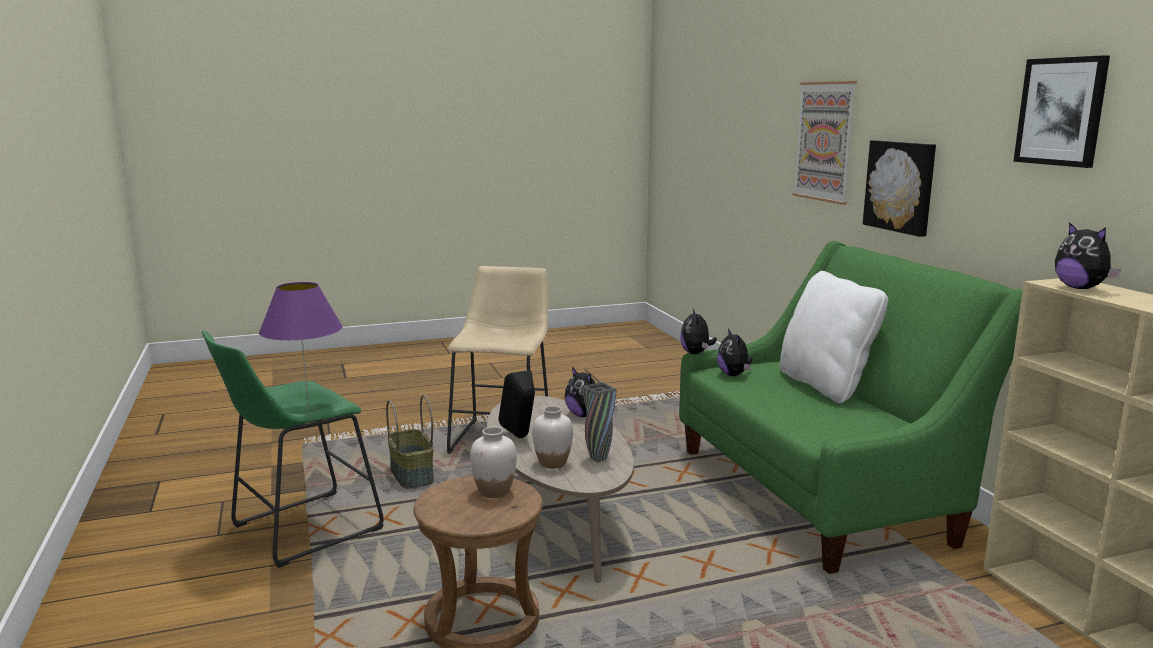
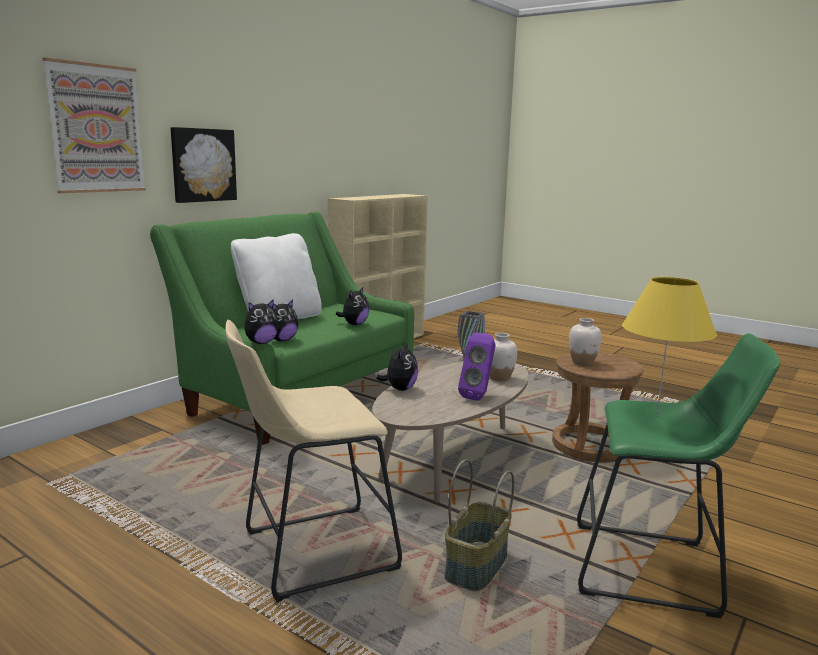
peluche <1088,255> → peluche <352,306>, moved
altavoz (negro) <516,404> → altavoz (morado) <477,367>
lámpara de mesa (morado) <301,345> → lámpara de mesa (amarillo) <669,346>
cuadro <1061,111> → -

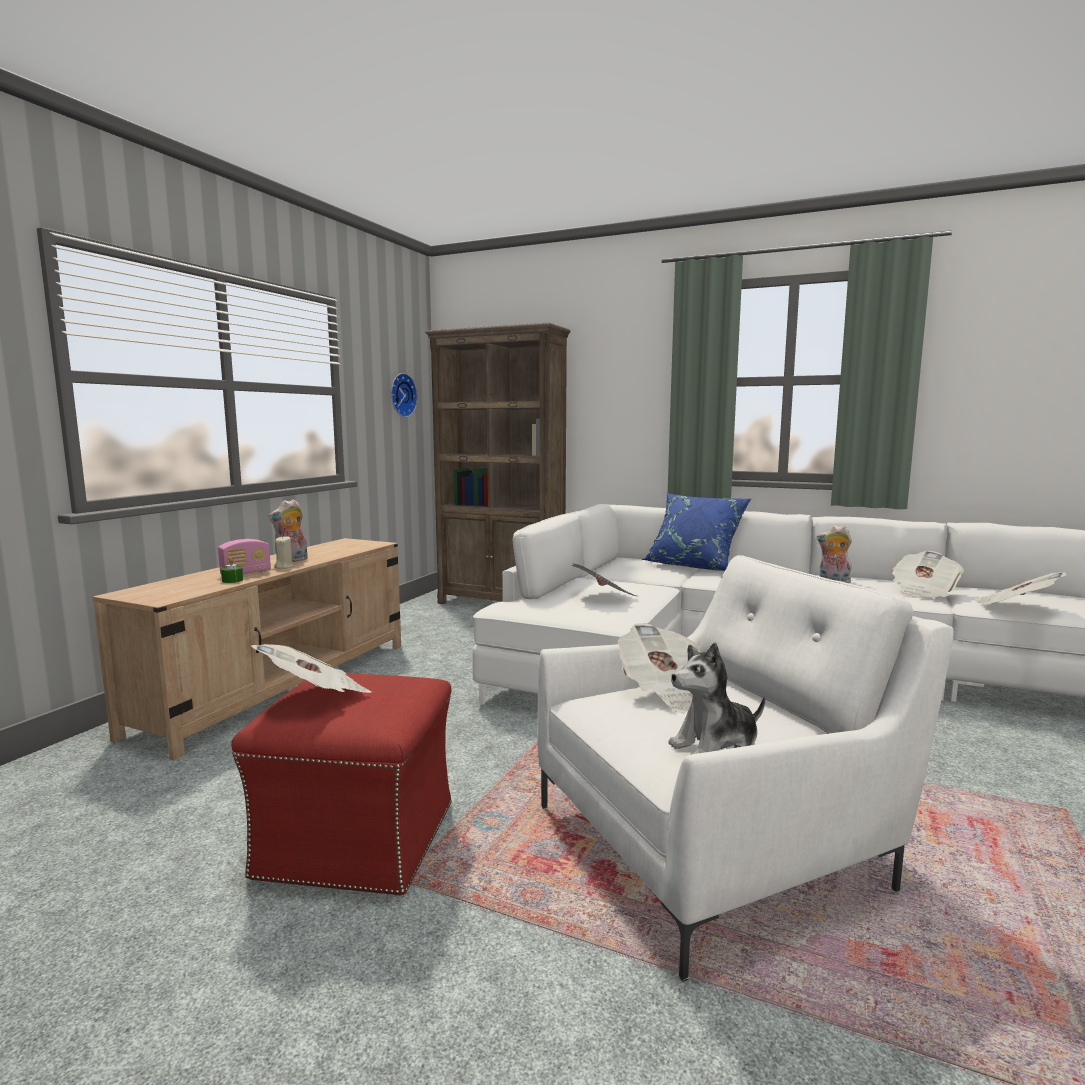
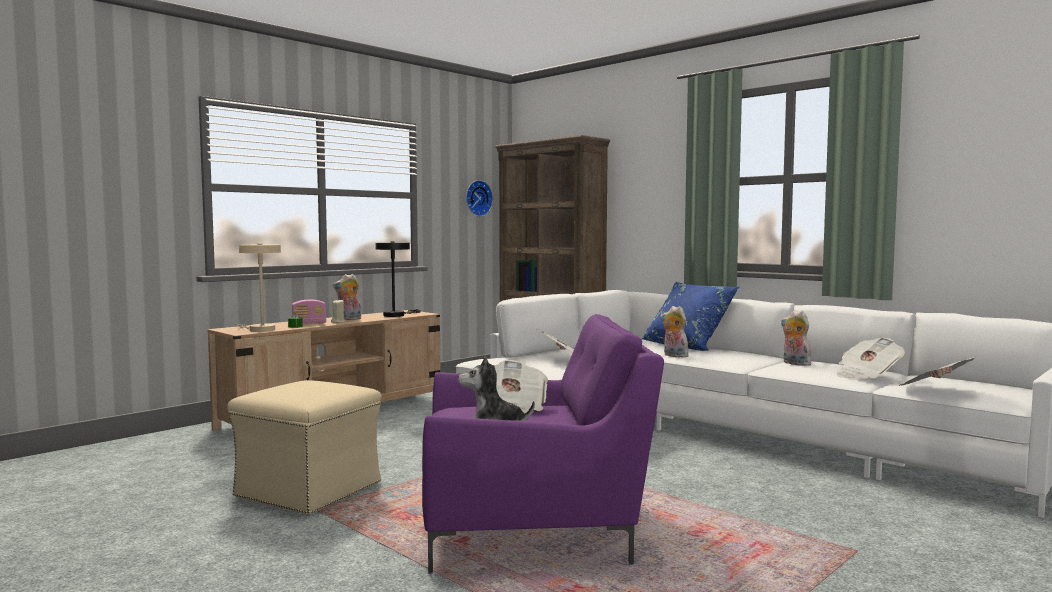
puf (rojo) <341,784> → puf (beis) <304,448>
- → lámpara de mesa (beis) <258,287>
- → lámpara de mesa (negro) <398,279>
sillón (blanco) <745,768> → sillón (morado) <543,443>
- → peluche <676,331>
periódico <311,668> → -

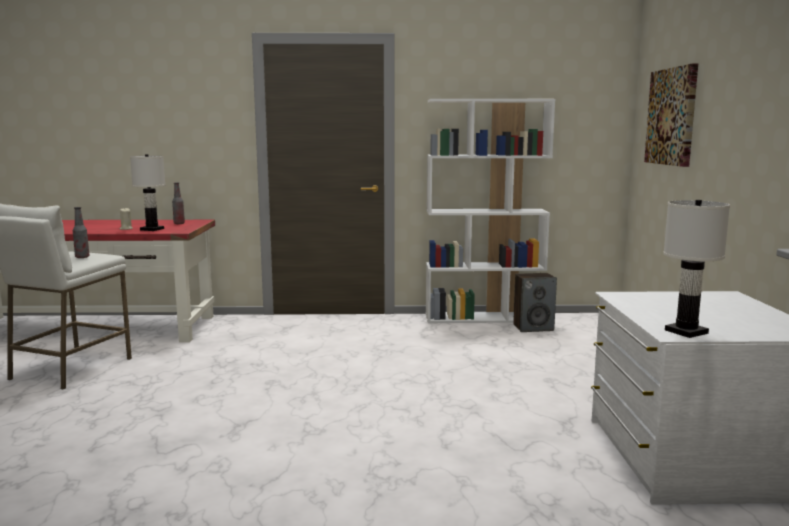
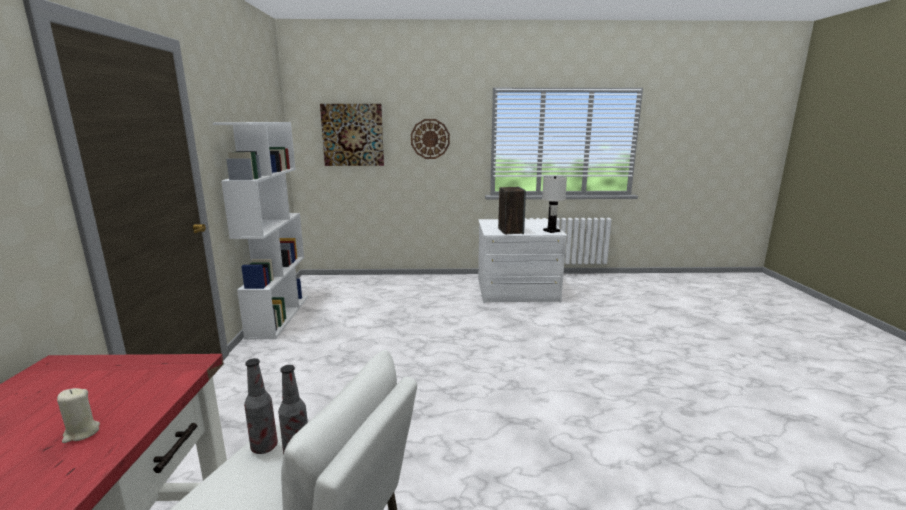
botella <178,203> → botella <261,406>, moved
- → reloj de pared <430,139>
altavoz <535,302> → altavoz <512,211>, moved
lámpara de mesa (blanco) <147,192> → -

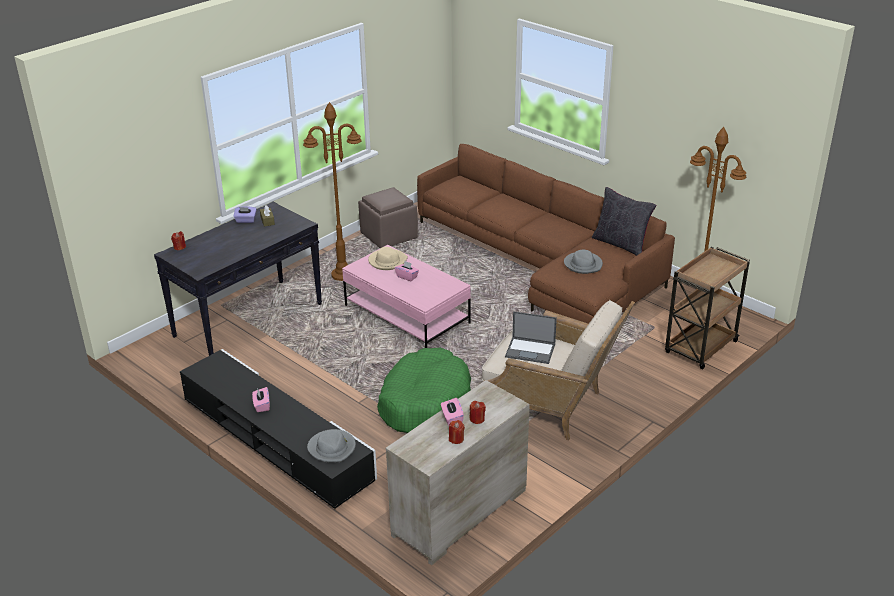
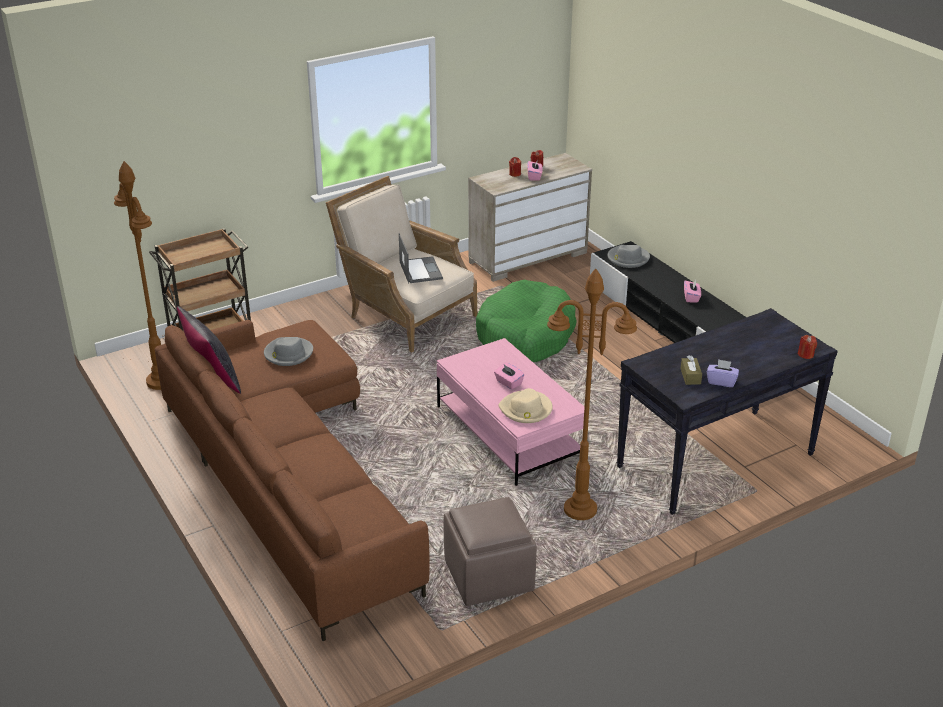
portátil <531,337> → portátil <421,258>, 45 degrees clockwise

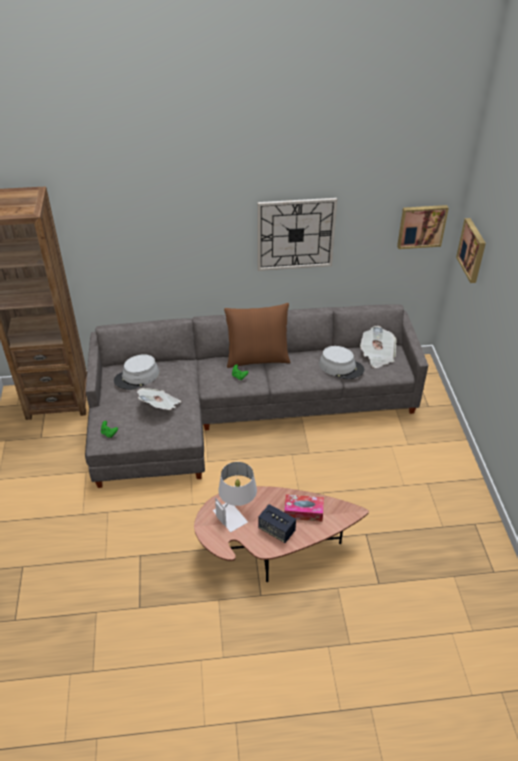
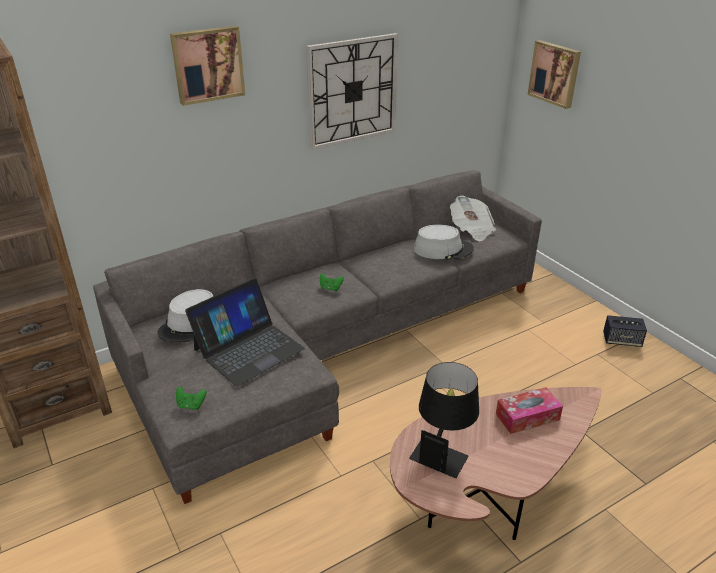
cuadro <423,227> → cuadro <207,66>, moved
periódico <159,399> → portátil <245,332>
lámpara de mesa (blanco) <235,497> → lámpara de mesa (negro) <444,420>
altavoz <277,523> → altavoz <625,331>, moved
cojín (marrón) <257,335> → -

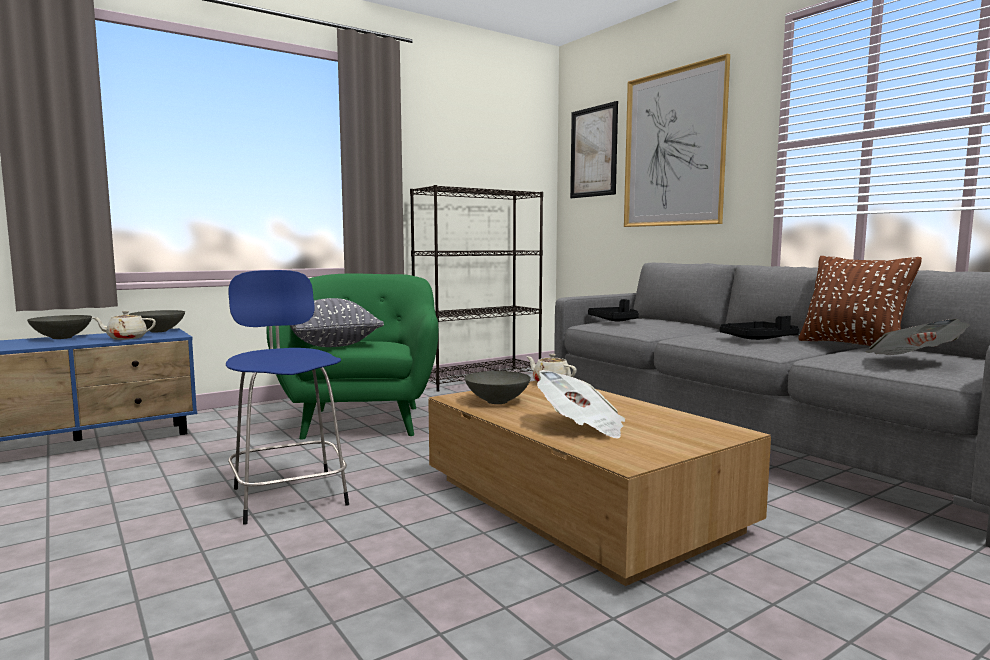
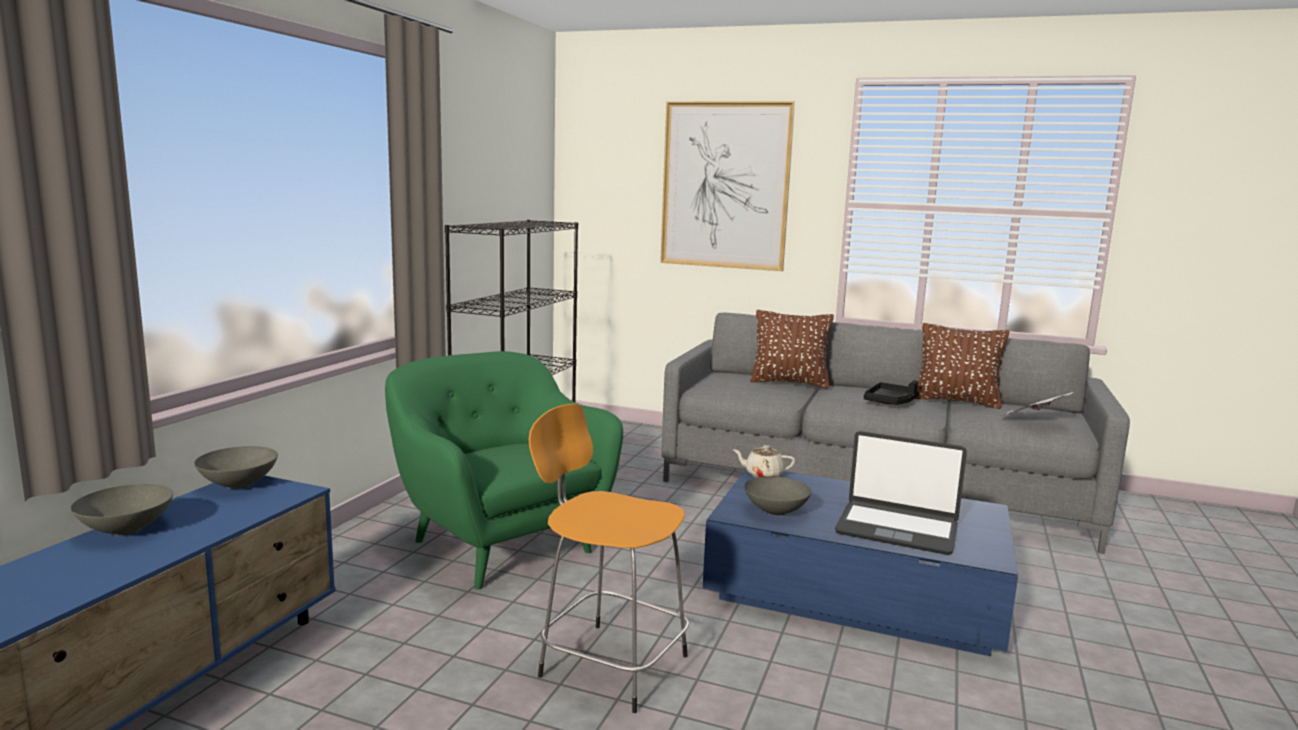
taburete (azul) <287,397> → taburete (naranja) <609,558>
mesa de centro (marrón) <599,483> → mesa de centro (azul) <860,562>
- → cojín (marrón) <792,349>
periódico <581,404> → portátil <901,493>
tetera (beis) <124,325> → -
cojín (gris) <337,322> → -
cuadro <594,149> → -
bandeja (negro) <613,310> → -

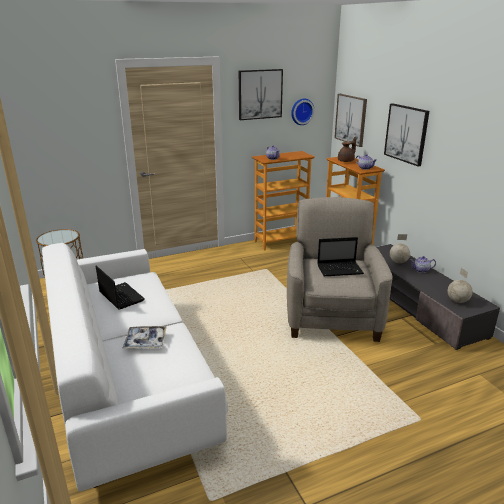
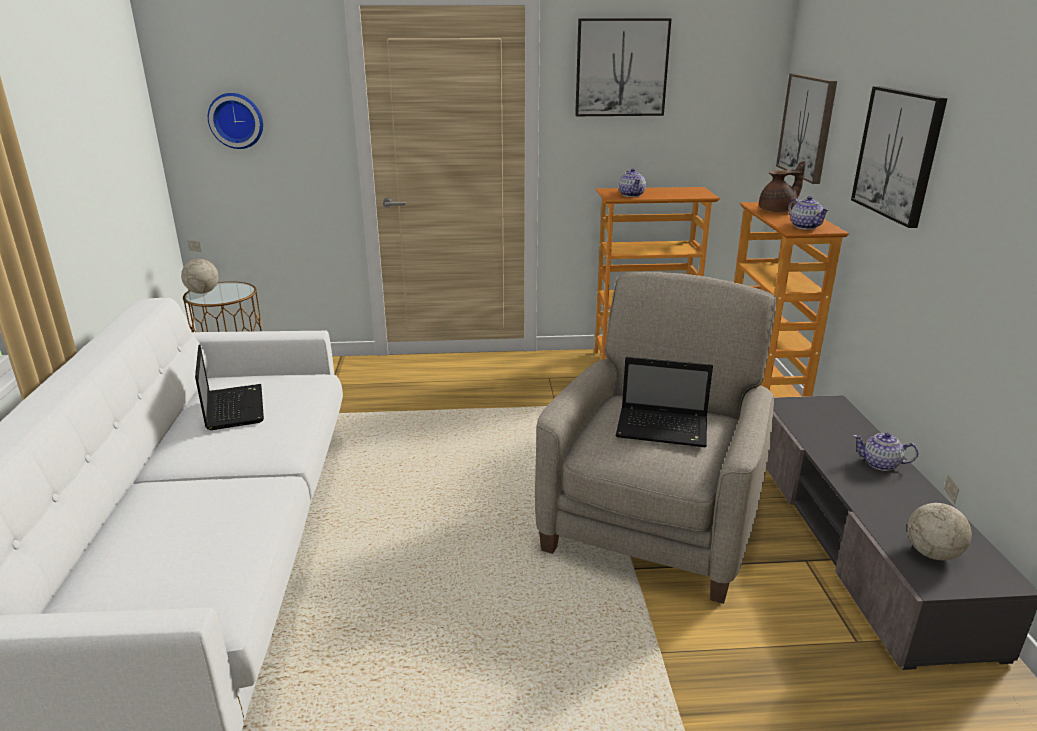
globo terráqueo <400,248> → globo terráqueo <200,267>, moved
reloj de pared <302,112> → reloj de pared <235,121>, moved
bandeja <145,337> → -

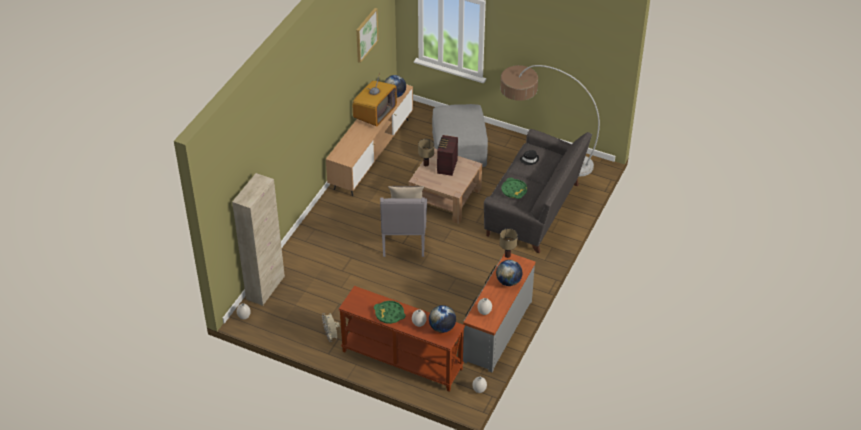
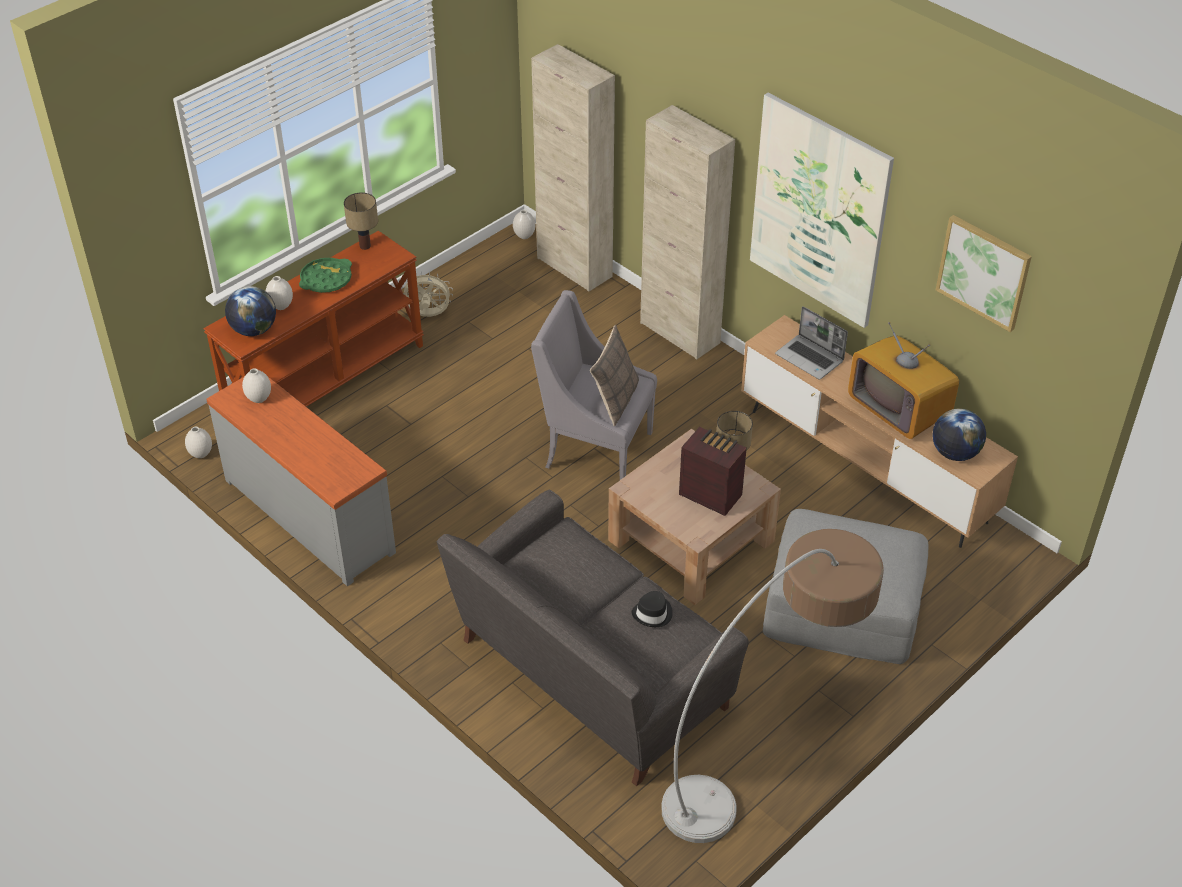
lámpara de mesa <509,243> → lámpara de mesa <361,221>, moved
- → armario (beis) <687,232>
- → cuadro <822,210>
- → portátil <811,343>
globo terráqueo <509,273> → -
bandeja (verde) <514,188> → -

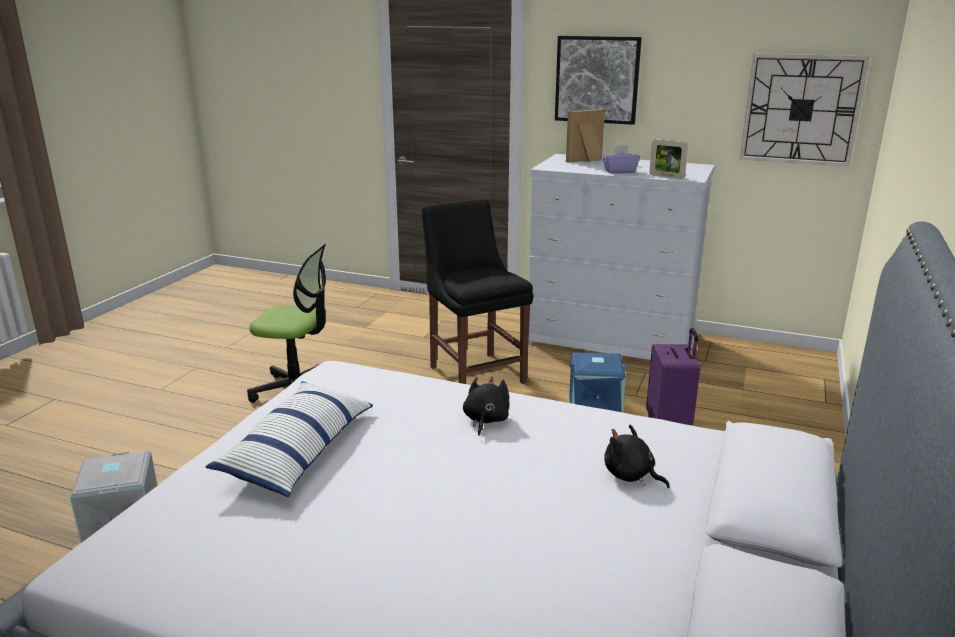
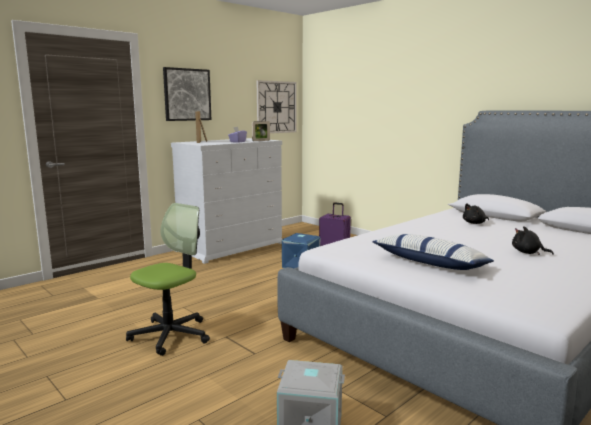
peluche (negro) <486,406> → peluche (negro) <533,240>, moved
silla (negro) <477,291> → -

